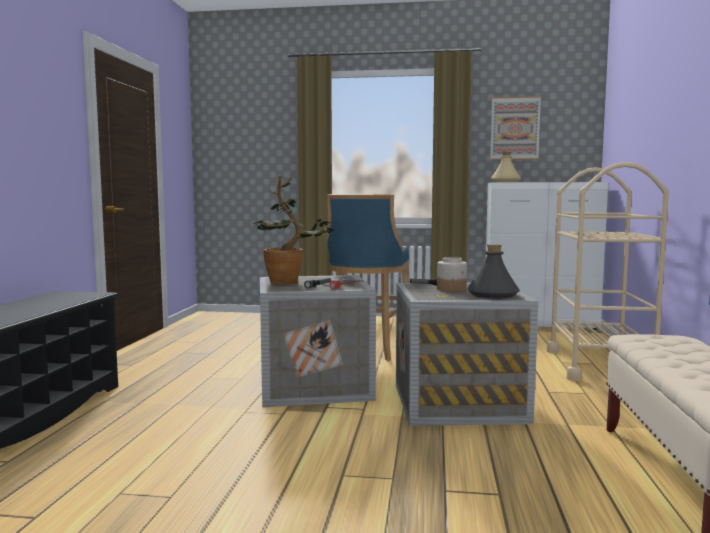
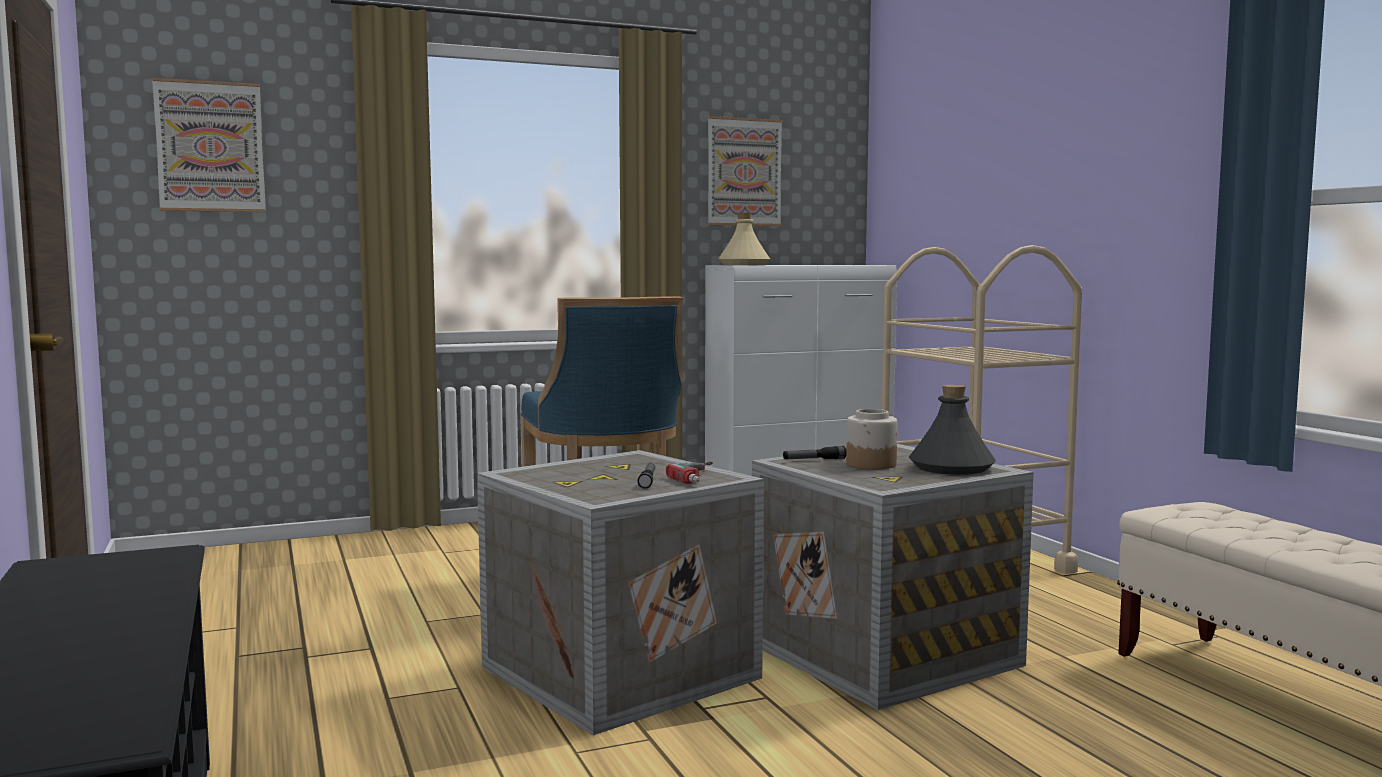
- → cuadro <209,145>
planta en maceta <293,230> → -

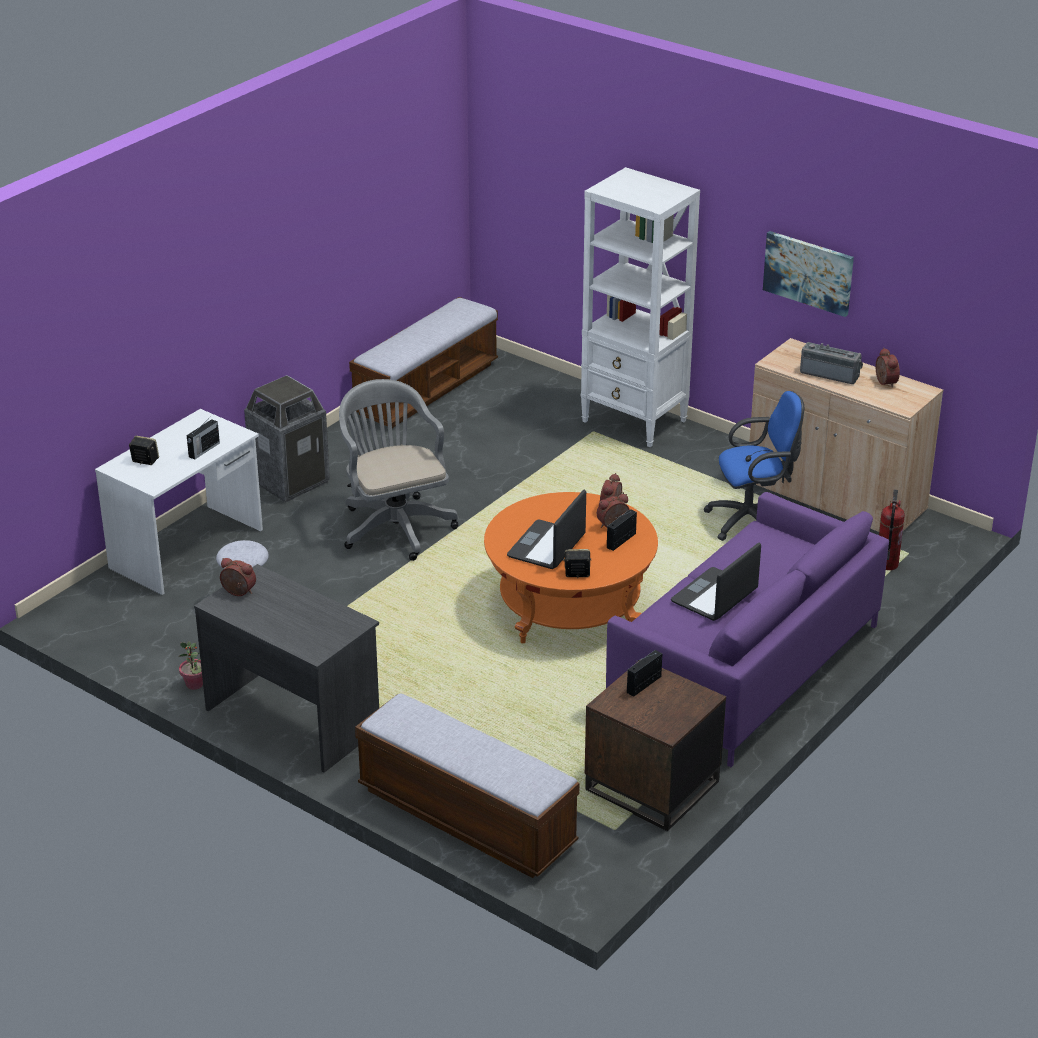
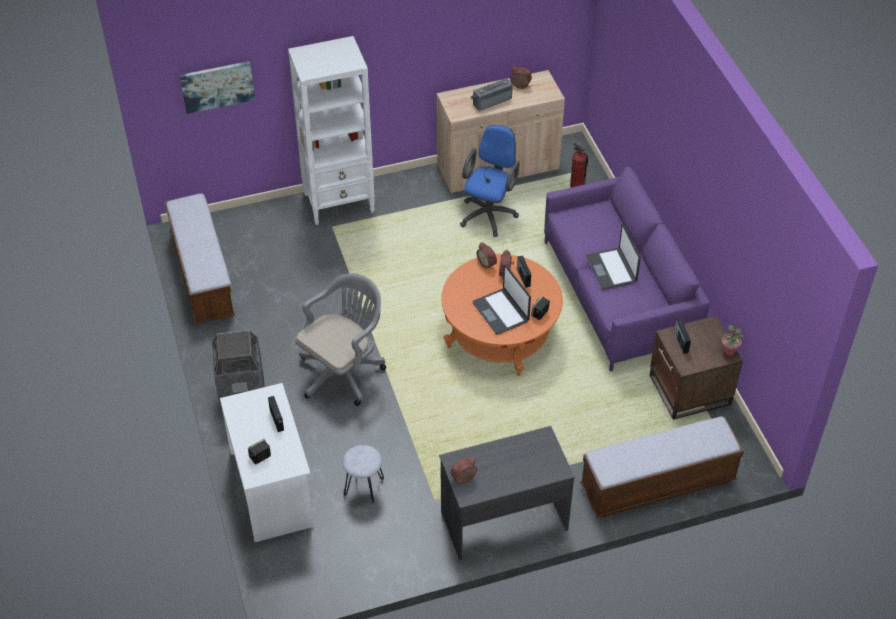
cuadro <808,274> → cuadro <217,87>, moved
silla de oficina (gris) <399,470> → silla de oficina (gris) <340,339>, 120 degrees clockwise
planta en maceta <190,665> → planta en maceta <732,340>, moved

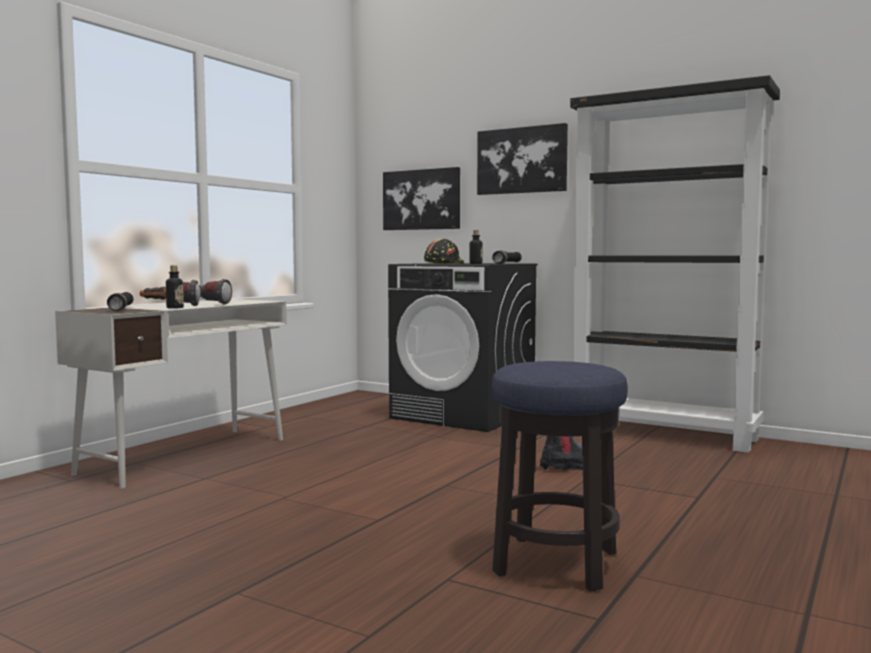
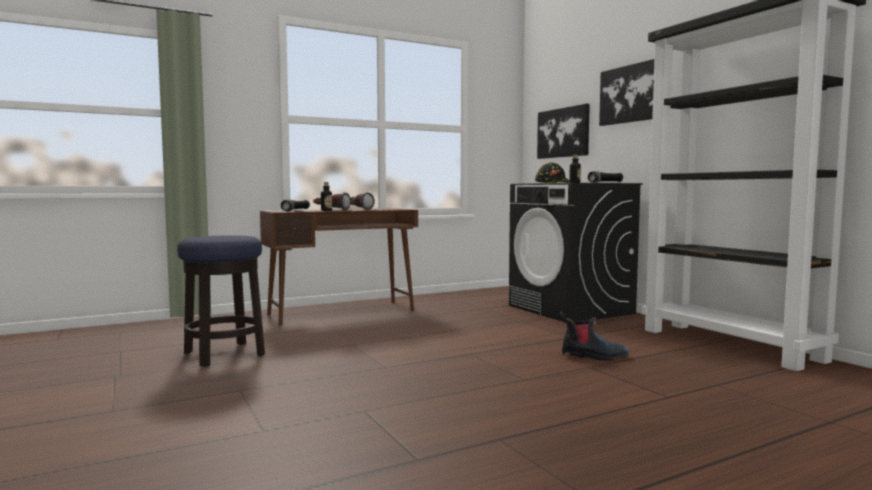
taburete <560,476> → taburete <221,301>, moved
escritorio (blanco) <171,393> → escritorio (marrón) <339,267>

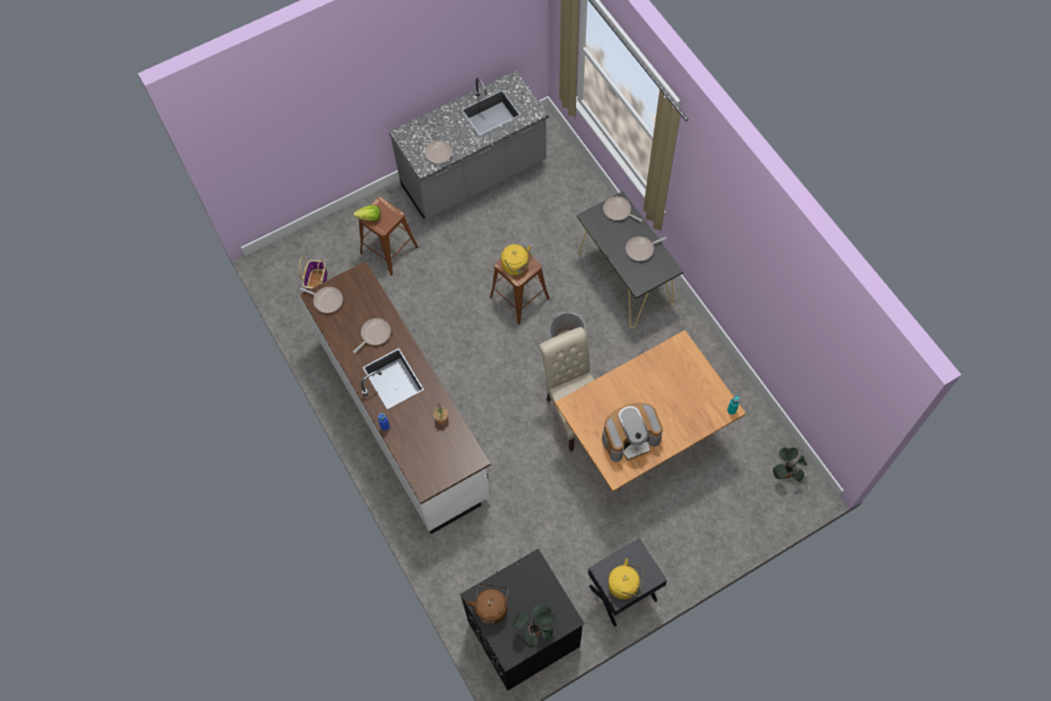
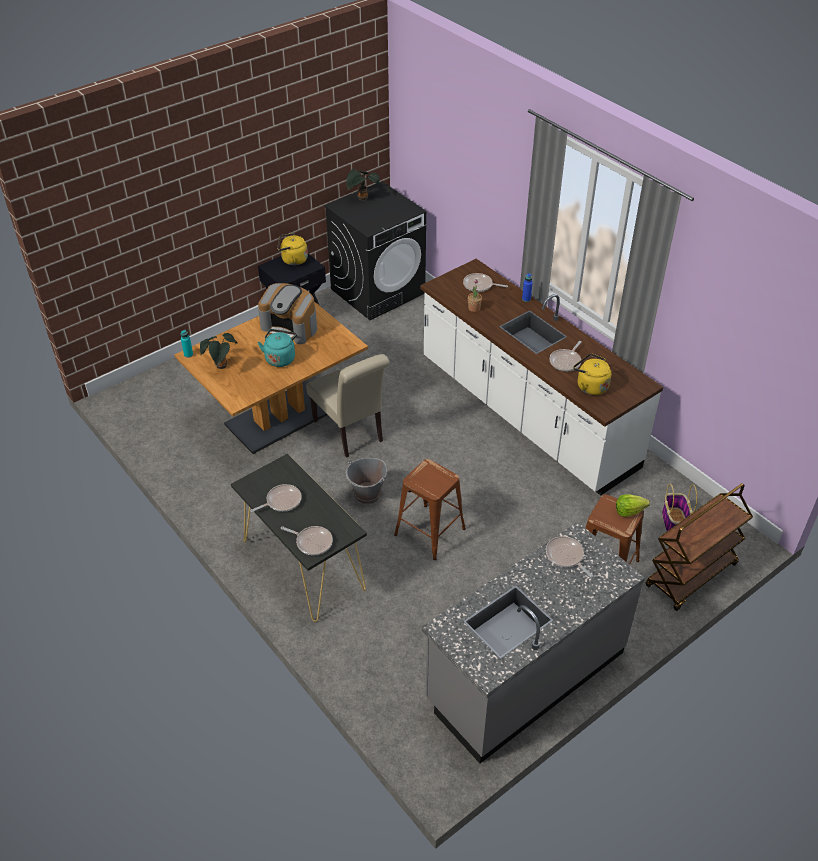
planta en maceta <790,464> → planta en maceta <219,351>, moved
cafetera <632,432> → cafetera <287,313>, 120 degrees counterclockwise
- → hervidor (turquesa) <277,348>
sartén <322,300> → sartén <485,282>, moved
hervidor (amarillo) <517,259> → hervidor (amarillo) <592,374>, moved
- → carrito (marrón) <699,547>
hervidor (marrón) <488,604> → -

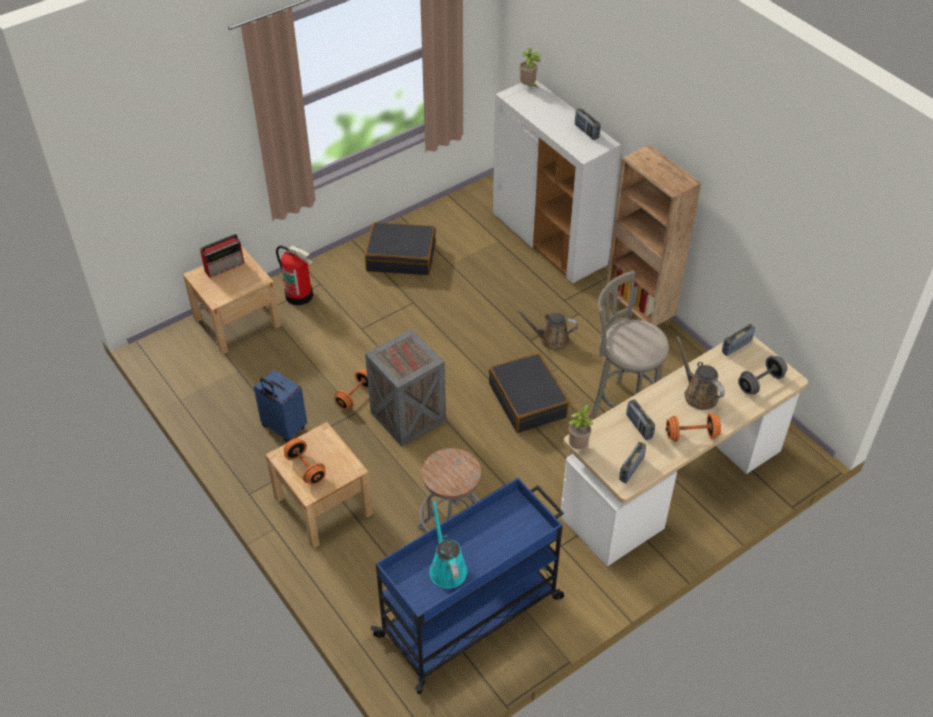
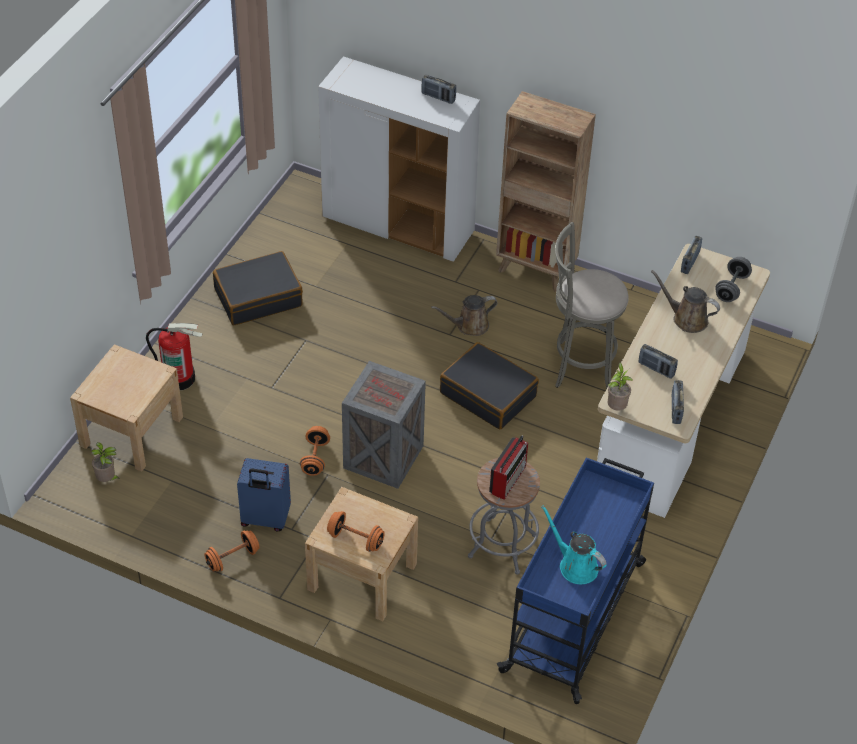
planta en maceta <530,68> → planta en maceta <106,462>, moved
mancuerna (naranja) <693,427> → mancuerna (naranja) <231,551>, moved
radio <222,256> → radio <508,467>, moved

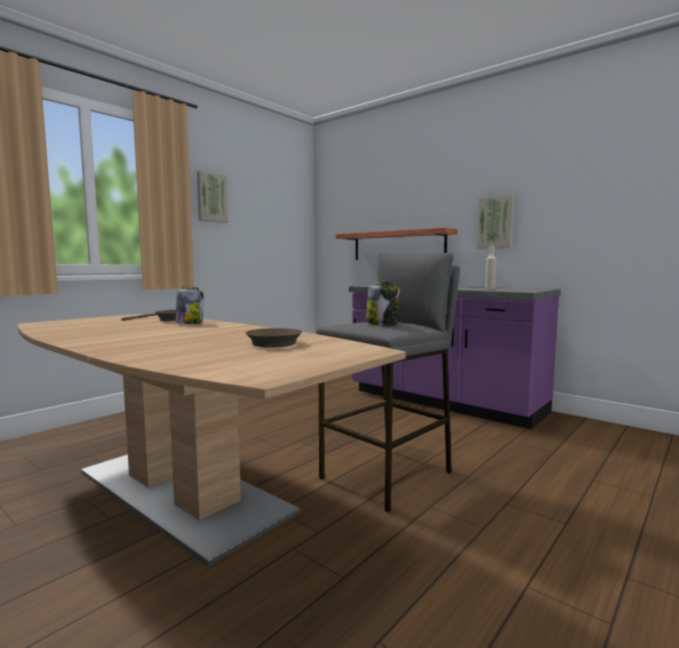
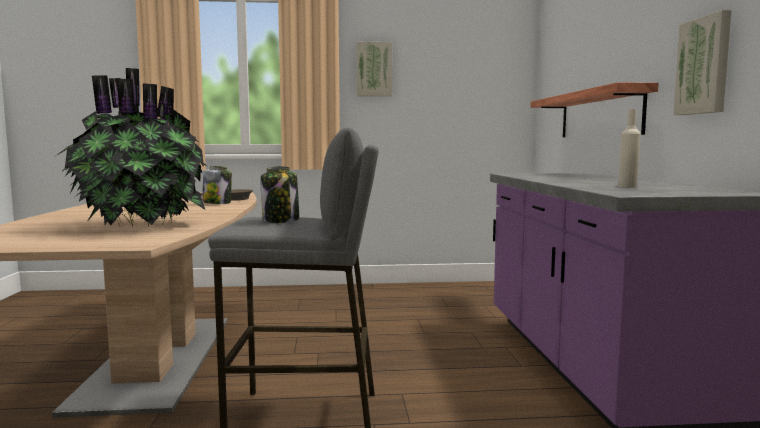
sartén (marrón) <273,338> → planta en maceta <131,147>

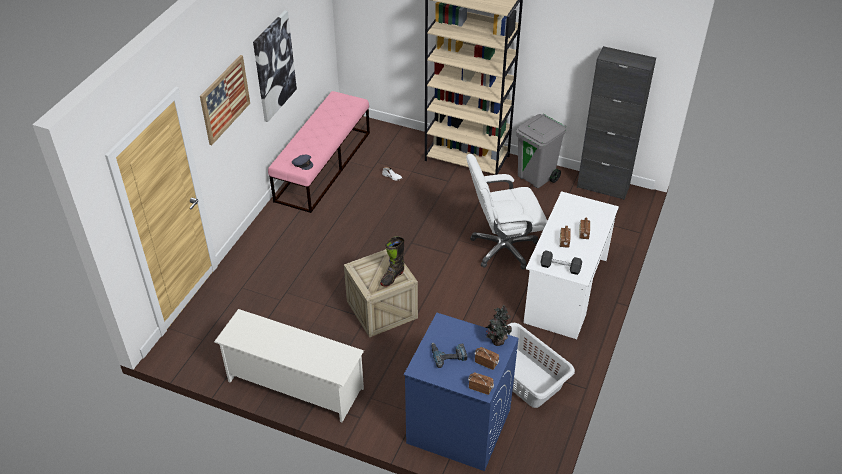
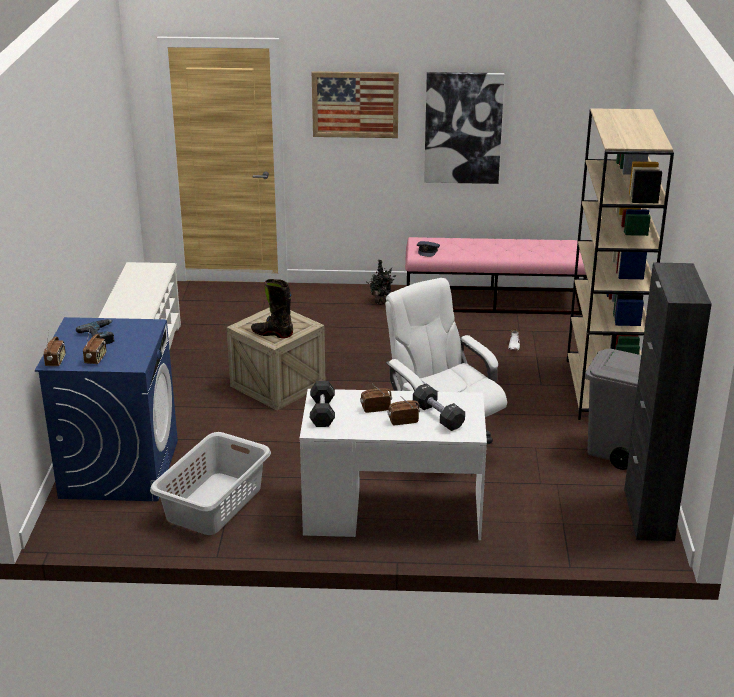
planta en maceta <498,325> → planta en maceta <381,282>, moved
- → mancuerna (negro) <439,407>

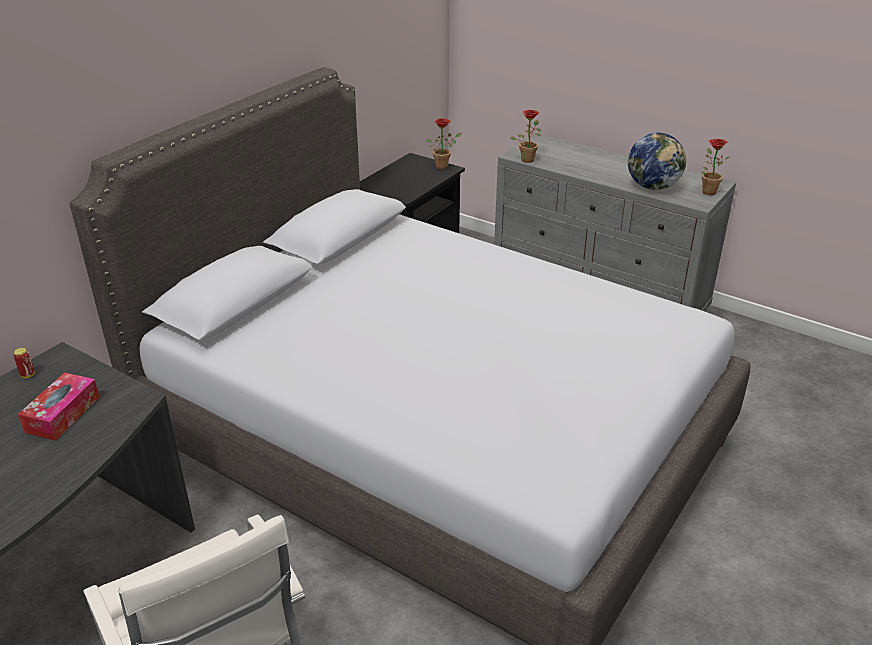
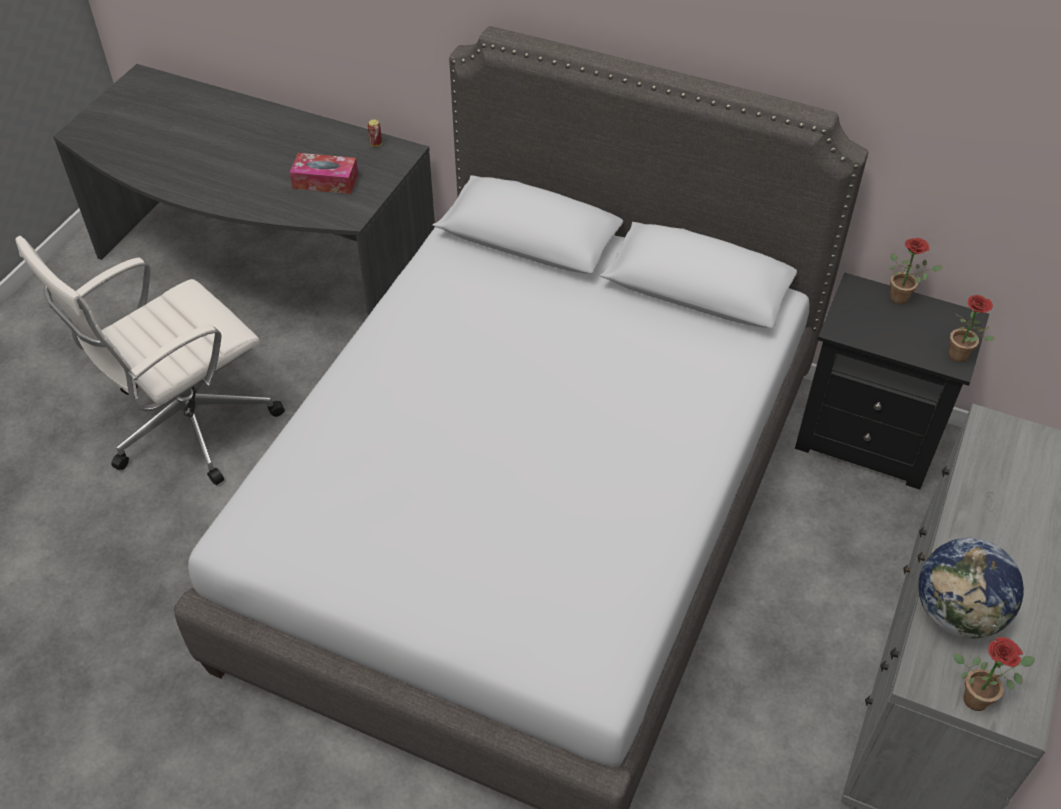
planta en maceta <526,136> → planta en maceta <916,271>, moved

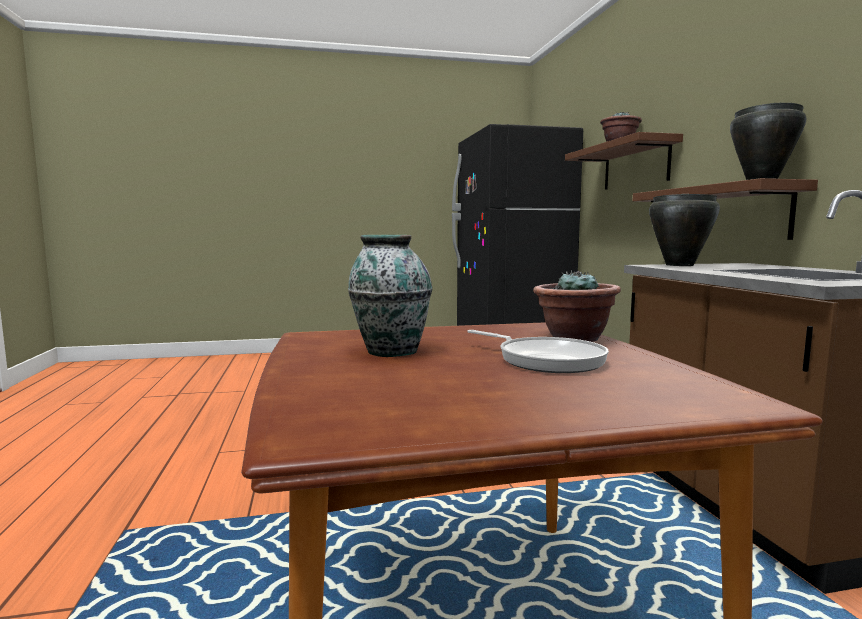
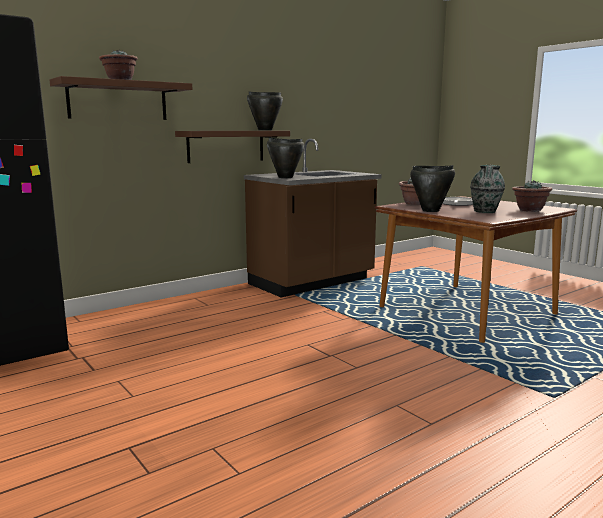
- → olla (negro) <432,188>
- → planta en maceta <532,196>

